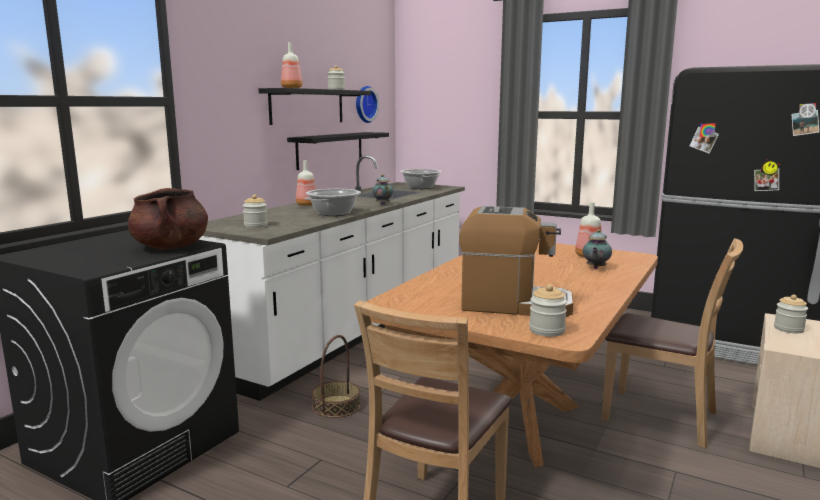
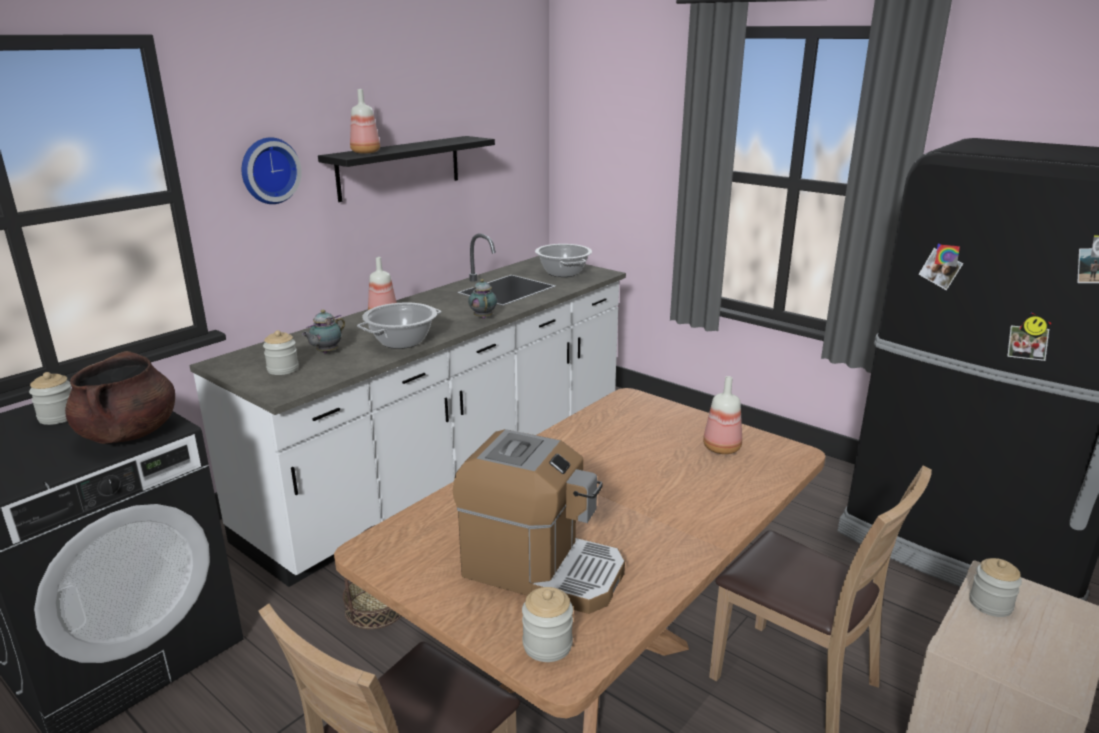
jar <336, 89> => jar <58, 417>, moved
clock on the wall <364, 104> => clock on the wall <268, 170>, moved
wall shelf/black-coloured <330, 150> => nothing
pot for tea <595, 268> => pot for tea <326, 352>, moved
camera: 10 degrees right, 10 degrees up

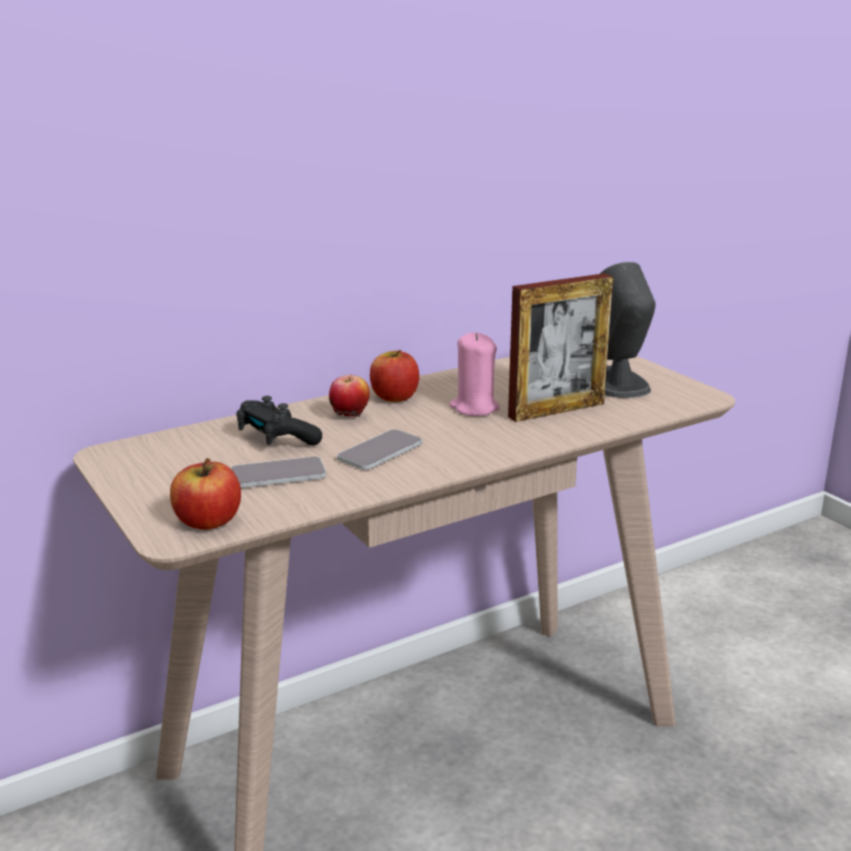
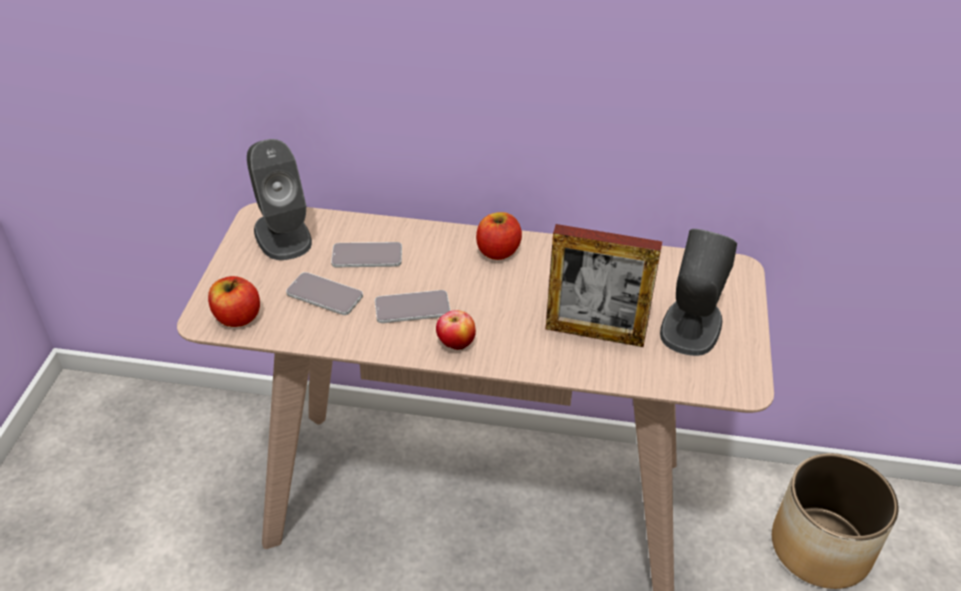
wax light/pink-coloured <474, 408> => nothing
apple <349, 416> => apple <456, 345>, moved
joypad/black-coloured <276, 439> => handset <367, 256>
nothing => loudspeaker/gray <282, 235>
nothing => plant pot <821, 547>
camera: 40 degrees right, 20 degrees up

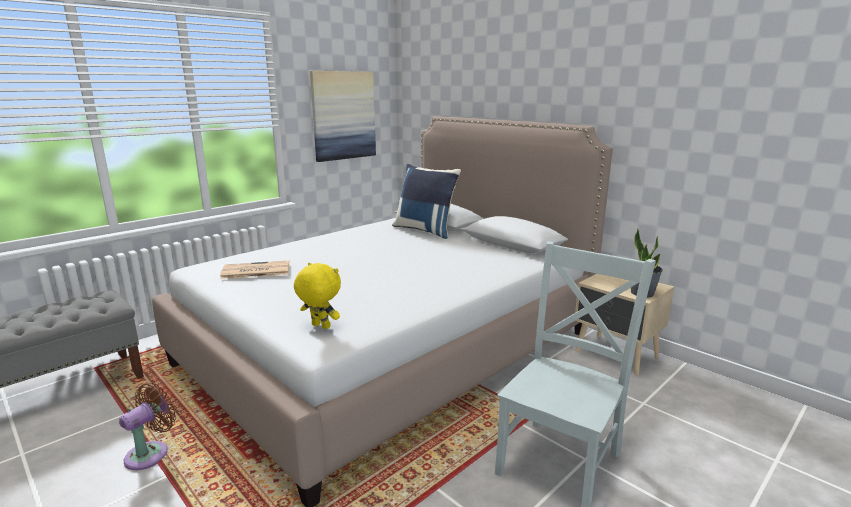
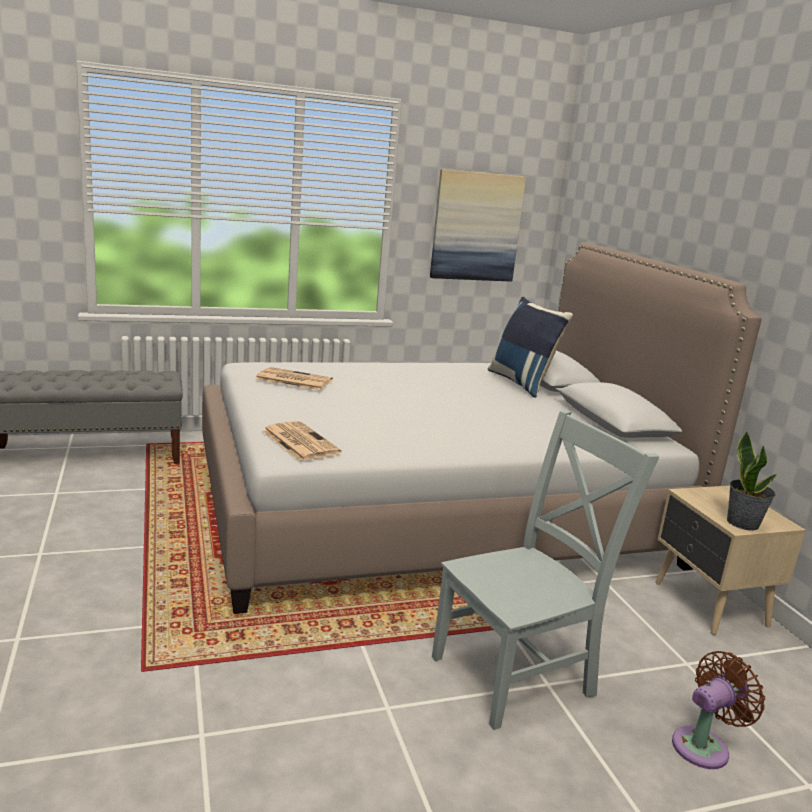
plush toy/yellowish <320, 327> => newspaper <299, 441>
fan/brown <151, 453> => fan/brown <704, 746>, moved
camera: 25 degrees right, 0 degrees up

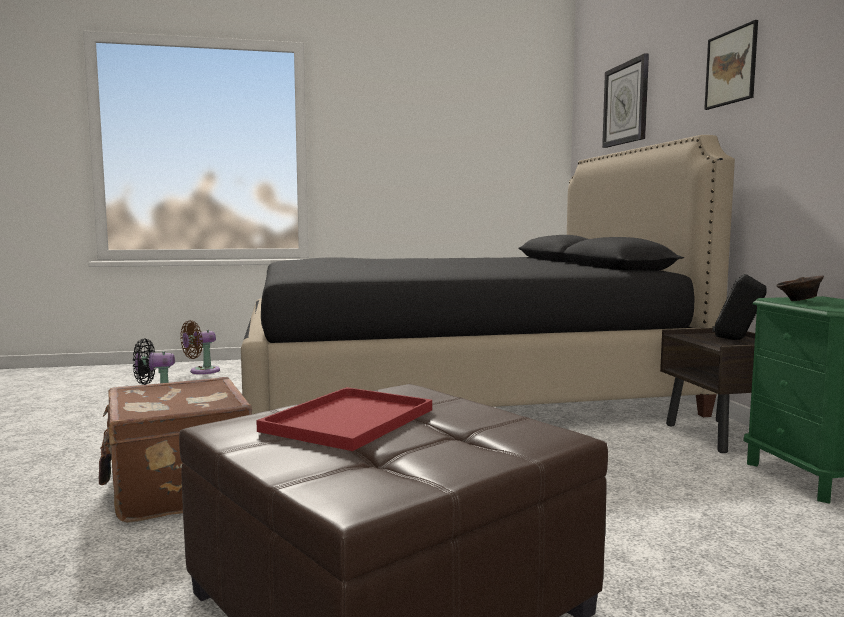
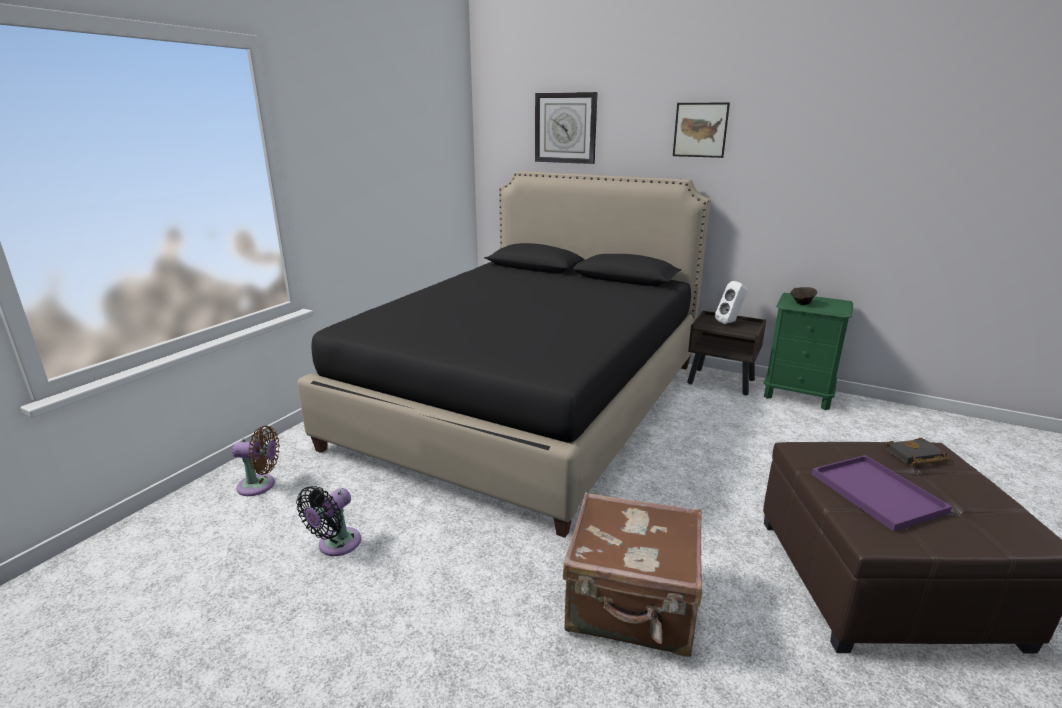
loudspeaker/black-coloured <737, 340> => loudspeaker/white <730, 322>
fan/brown <201, 371> => fan/brown <260, 485>, 90 degrees counterclockwise
serving tray/red <349, 419> => serving tray/purple <874, 492>
nothing => book/black-coloured <915, 456>
camera: 50 degrees left, 15 degrees up

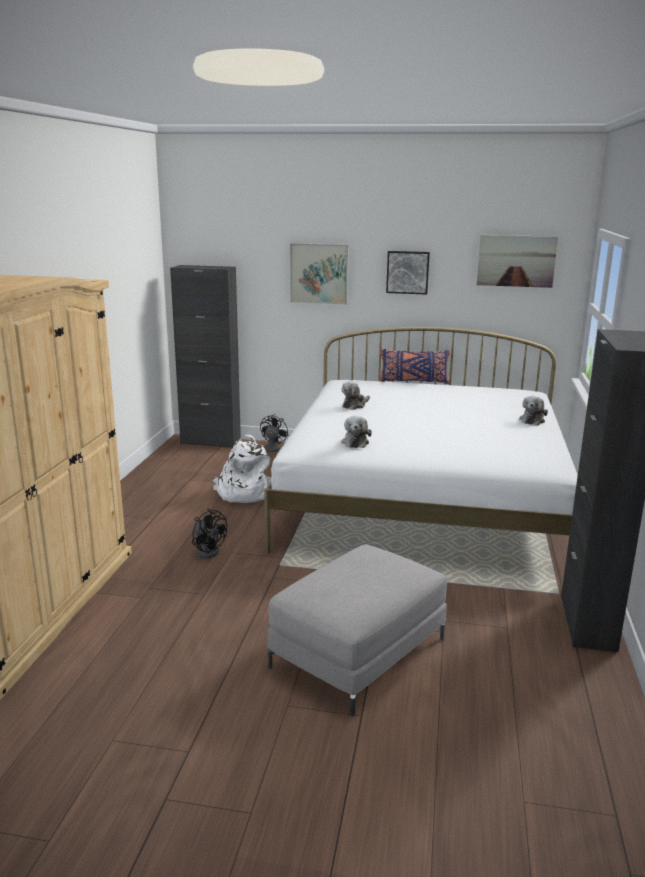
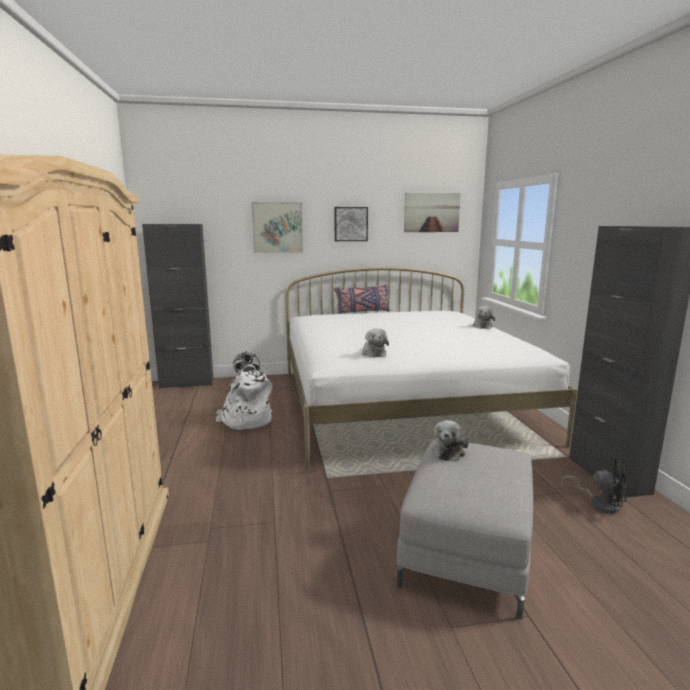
plush toy <355, 405> => plush toy <448, 451>, moved
fan/black-coloured <208, 551> => fan/black-coloured <600, 503>, moved
camera: 20 degrees left, 5 degrees down

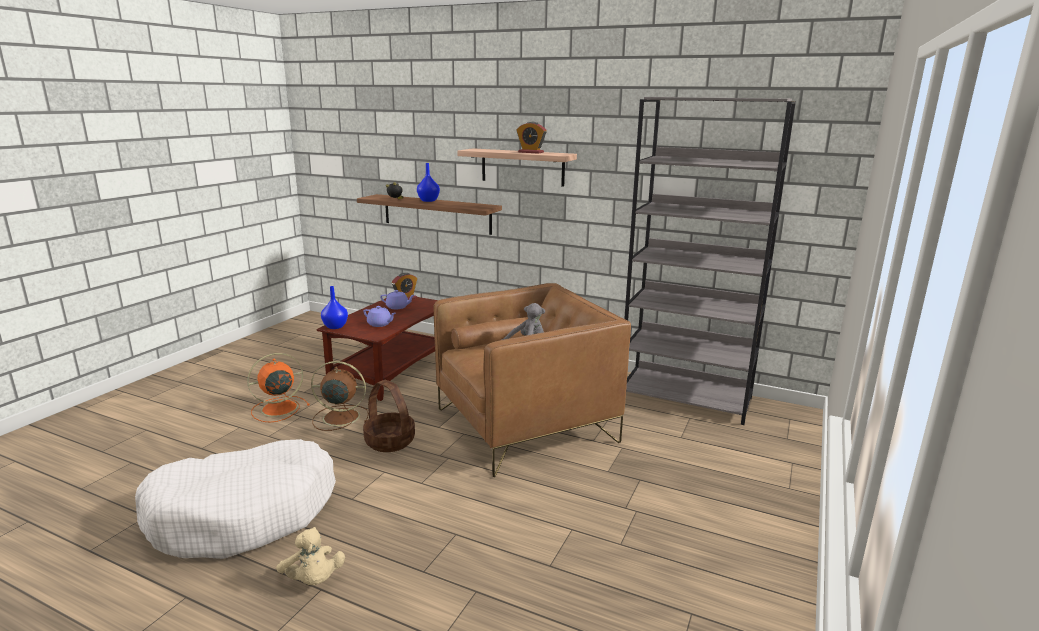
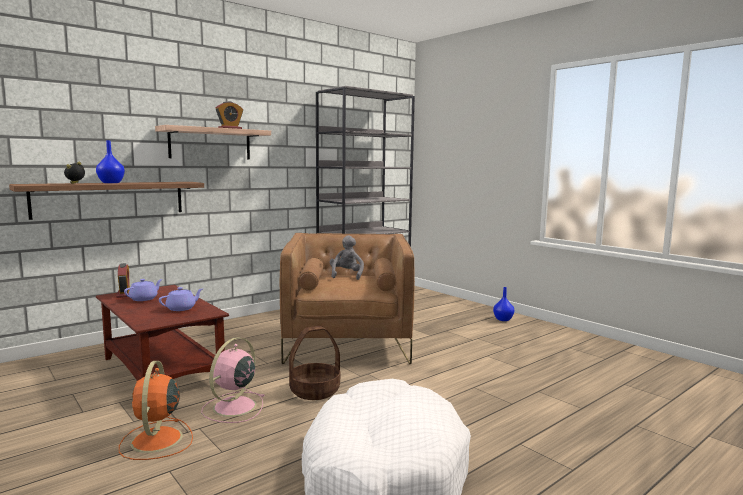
decorative vase/blue-coloured <335, 327> => decorative vase/blue-coloured <503, 319>, moved
fan/brown <339, 417> => fan/pink-coloured <233, 407>
plush toy/beige-coloured <313, 580> => nothing
camera: 65 degrees left, 10 degrees down

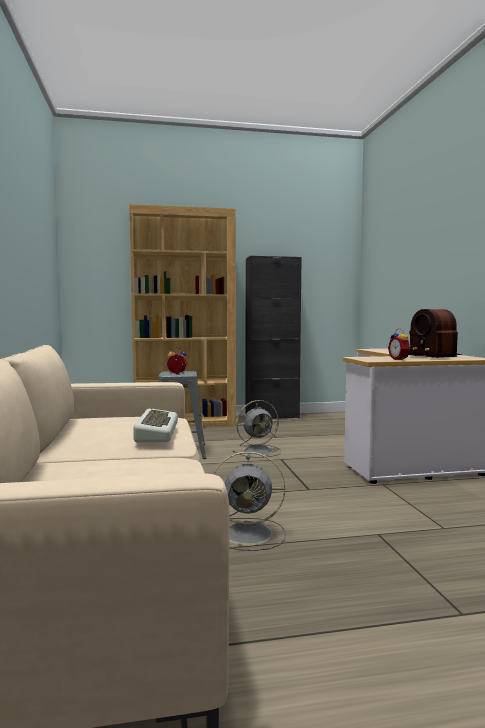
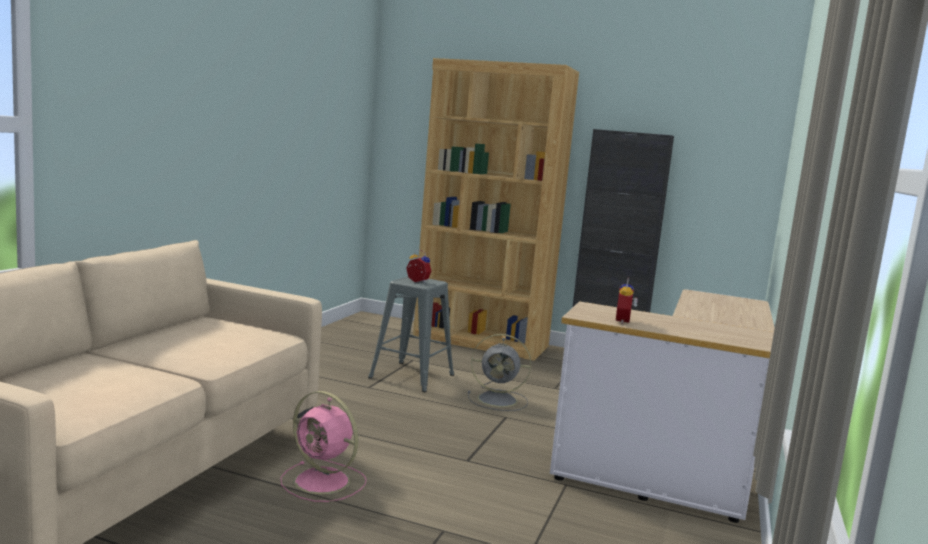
radio <434, 356> => nothing
computer keyboard <155, 432> => nothing
fan/gray <250, 534> => fan/pink-coloured <324, 482>
camera: 30 degrees right, 5 degrees up

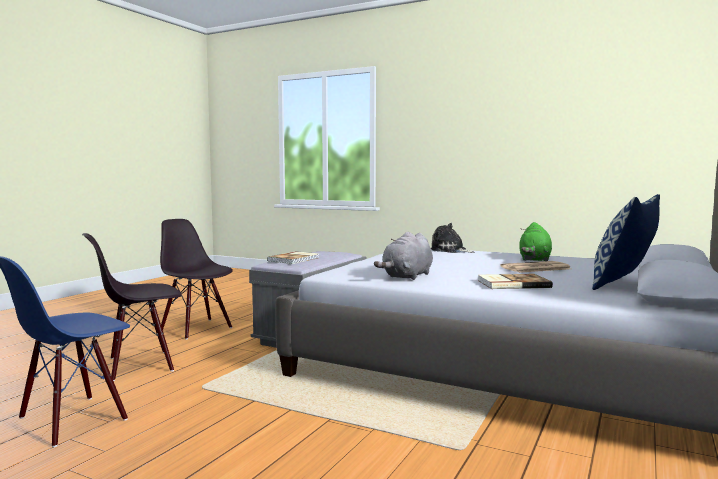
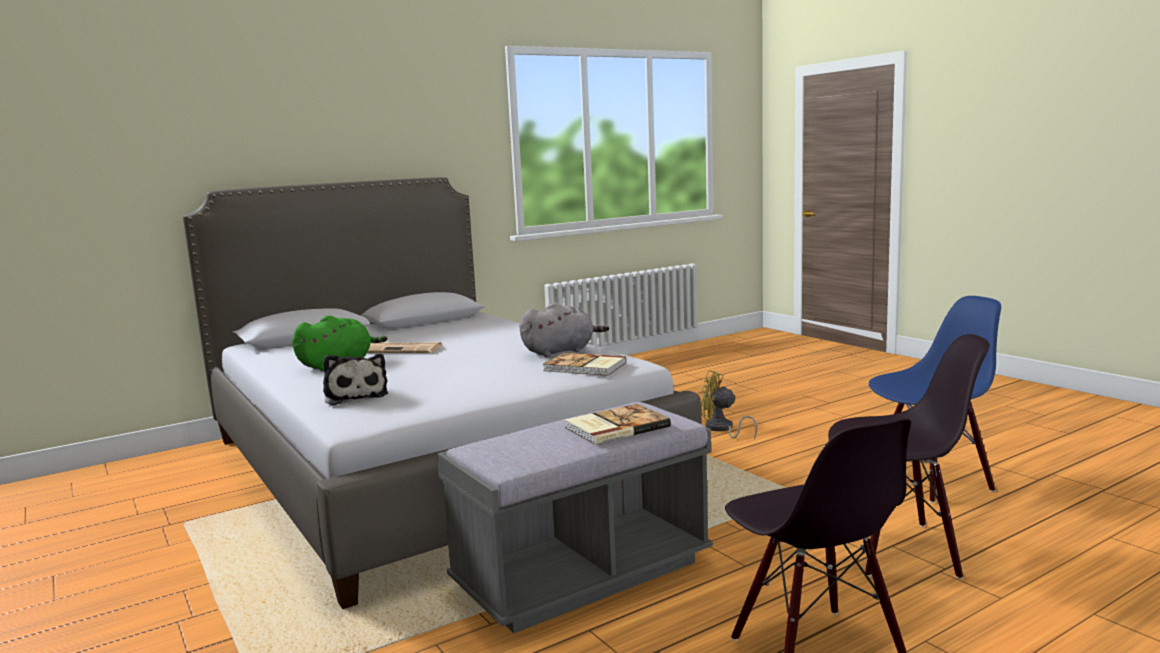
cushion <623, 284> => nothing
book <512, 284> => book <585, 367>, moved
nothing => fan/yellowish <722, 429>
camera: 150 degrees left, 5 degrees up

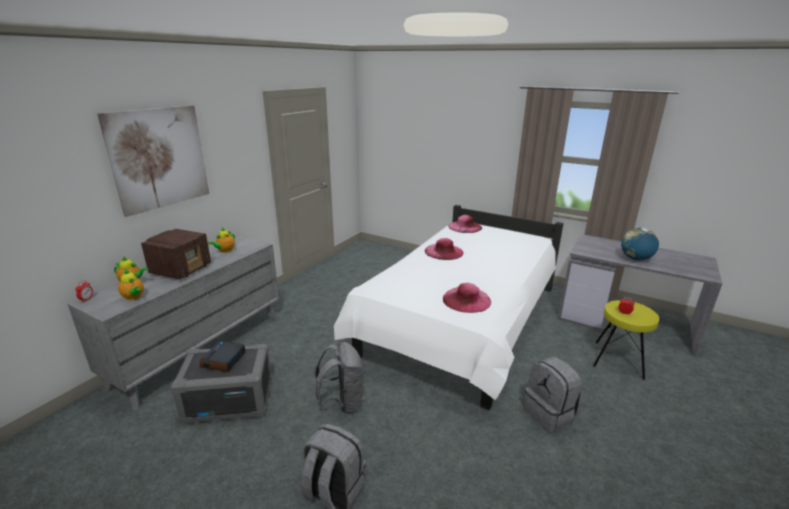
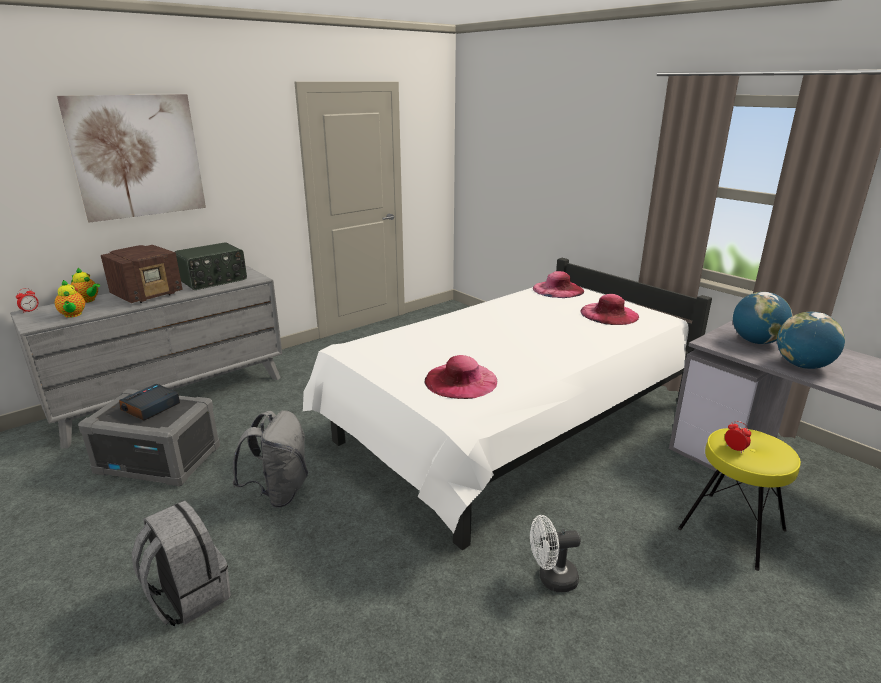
pot for tea <225, 250> => radio <213, 280>
wearable hat/pink-coloured <444, 251> => wearable hat/pink-coloured <609, 314>, moved
rucksack/gray <550, 414> => fan/white <551, 579>
nothing => world globe <756, 341>
camera: 20 degrees right, 0 degrees up

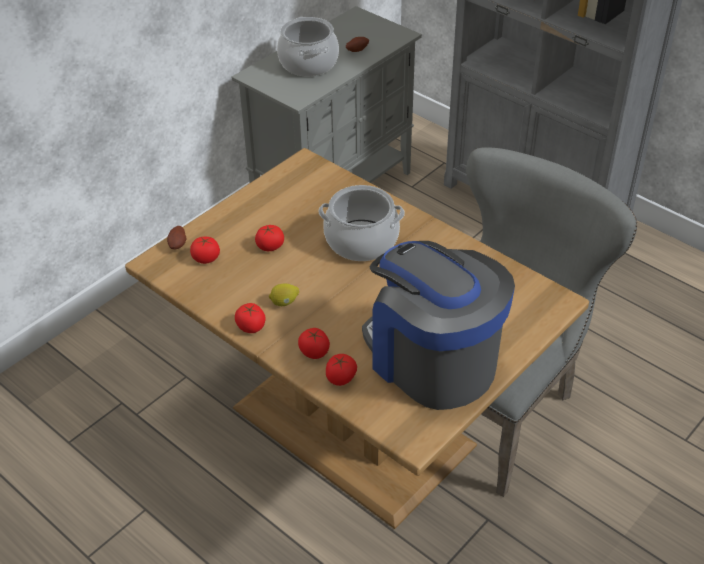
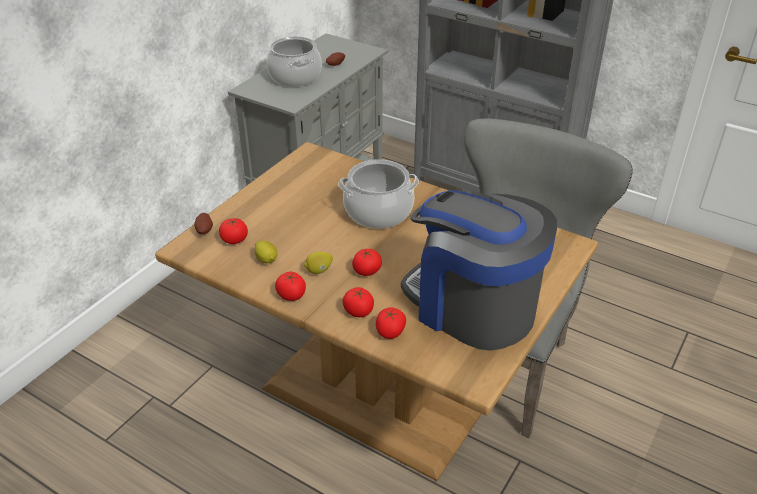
fresh tomato <270, 246> => fresh tomato <367, 271>, moved
nothing => whole lemon <266, 259>
camera: 10 degrees left, 5 degrees down

